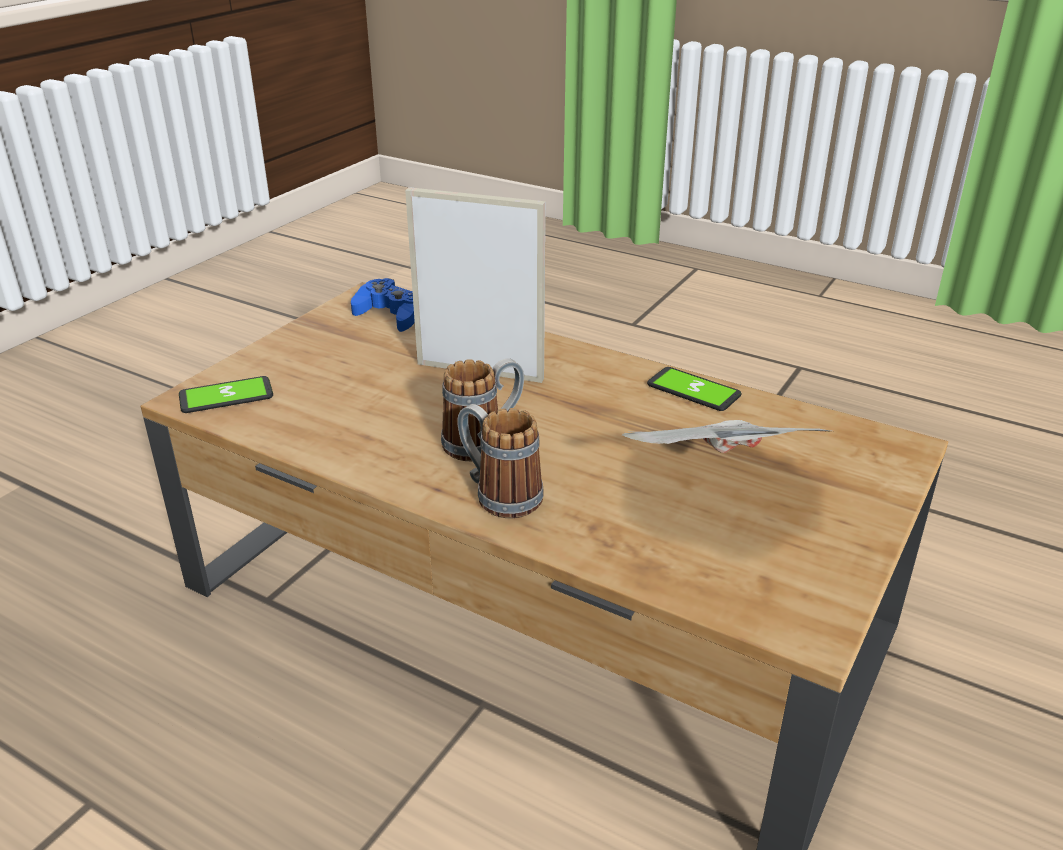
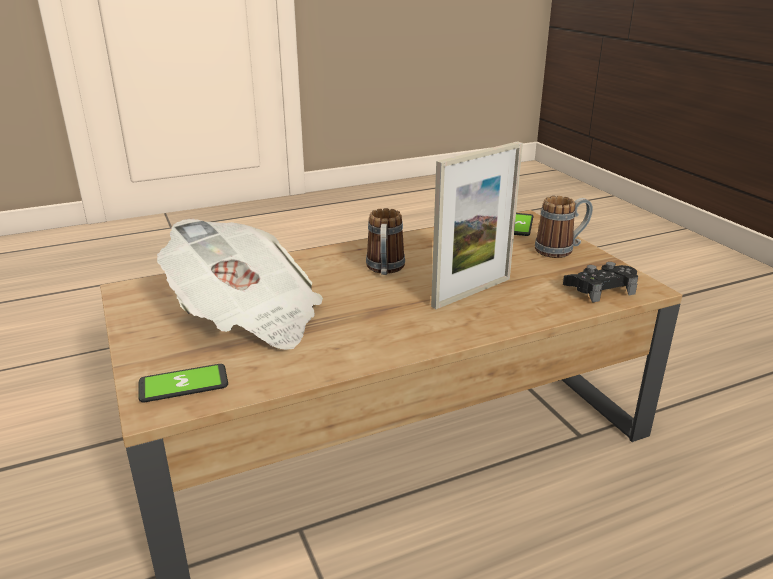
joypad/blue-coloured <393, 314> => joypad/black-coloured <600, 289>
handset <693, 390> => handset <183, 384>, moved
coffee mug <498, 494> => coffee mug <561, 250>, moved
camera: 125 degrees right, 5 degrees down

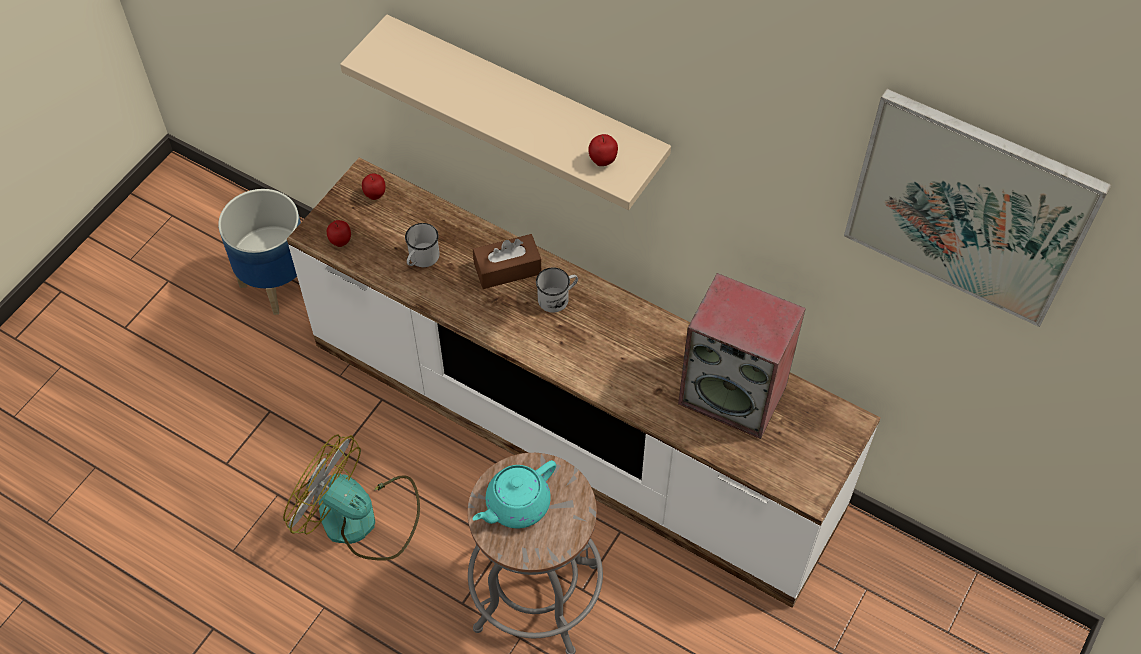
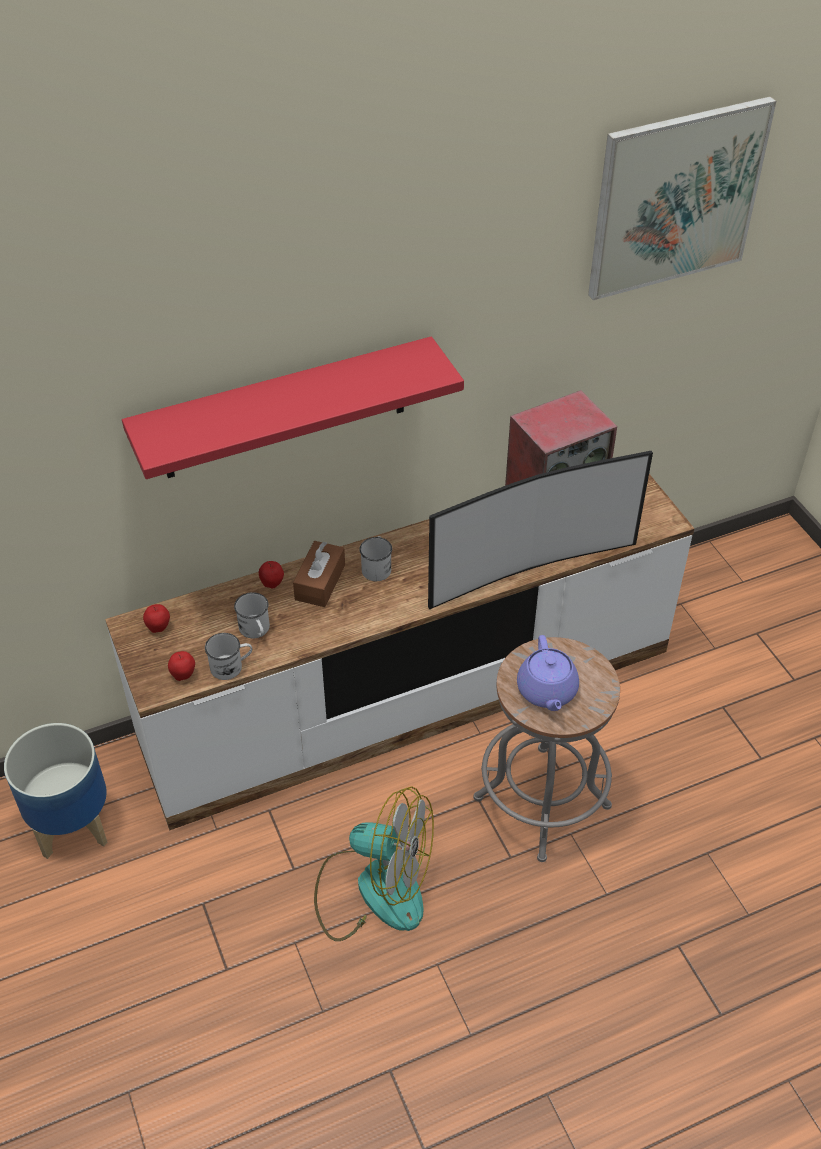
wall shelf/beige-coloured <525, 107> => wall shelf/red <285, 409>
apple <602, 162> => apple <272, 584>, moved
fan <361, 519> => fan <373, 888>, 135 degrees counterclockwise
pot for tea/turquoise-coloured <516, 505> => pot for tea/purple <547, 691>
nothing => TV set <530, 569>
nothing => coffee mug/white <231, 666>
camera: 55 degrees left, 10 degrees down

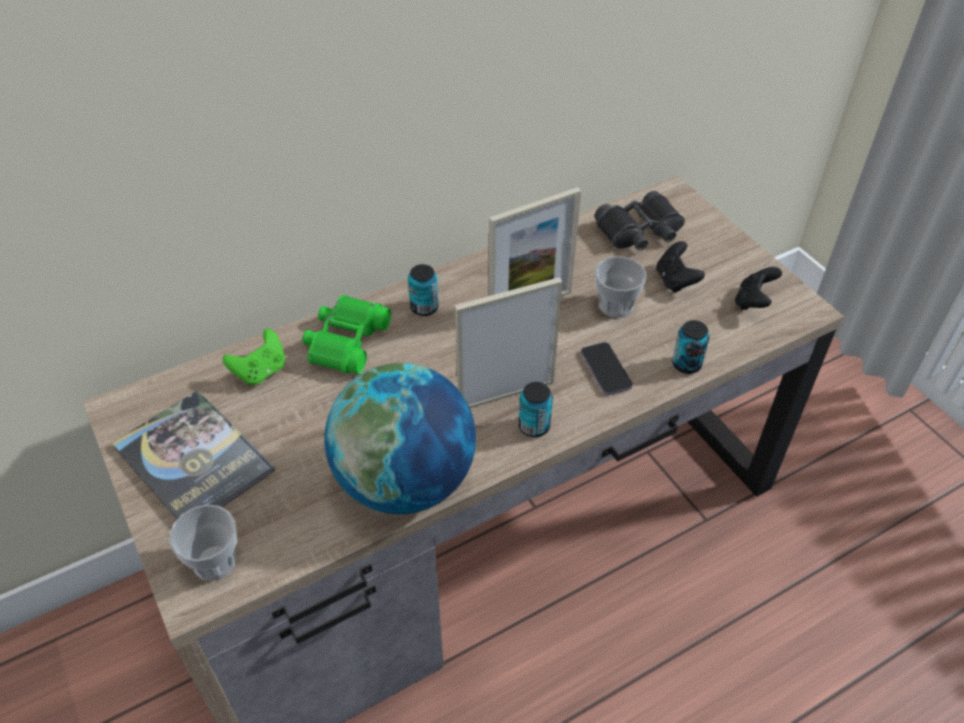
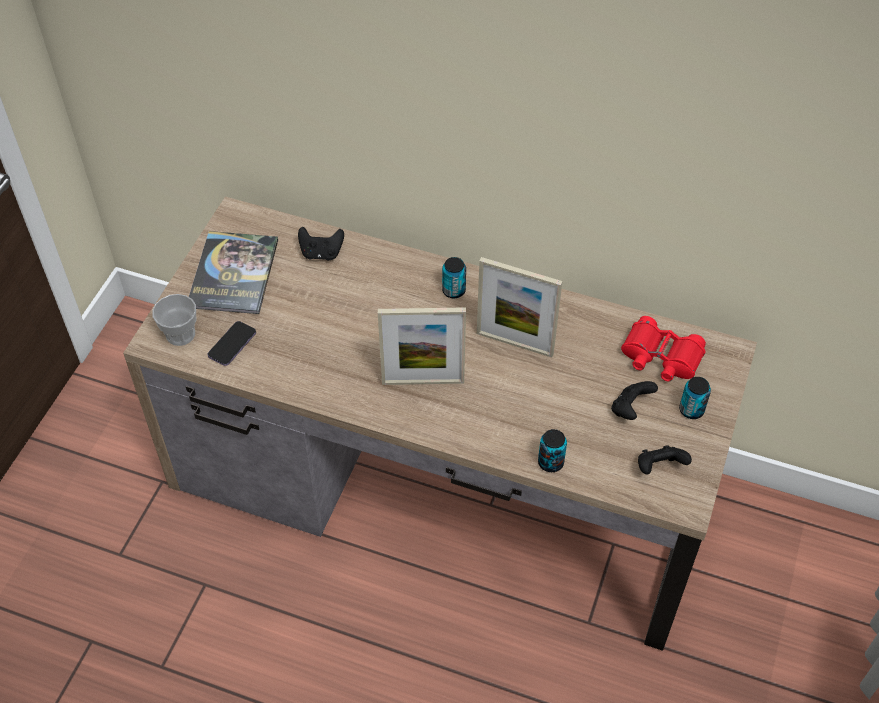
pair of binoculars/black-coloured <639, 232> => pair of binoculars/red <661, 357>
drinking cup <615, 306> => nothing
photo frame <506, 394> => photo frame <423, 382>, 150 degrees clockwise
pair of binoculars/green-coloured <345, 341> => nothing
joypad/green-coloured <261, 371> => joypad/black-coloured <321, 253>
handset <605, 370> => handset <232, 344>, moved
world globe <405, 481> => nothing
can <534, 426> => can <691, 410>, moved
camera: 50 degrees right, 5 degrees up

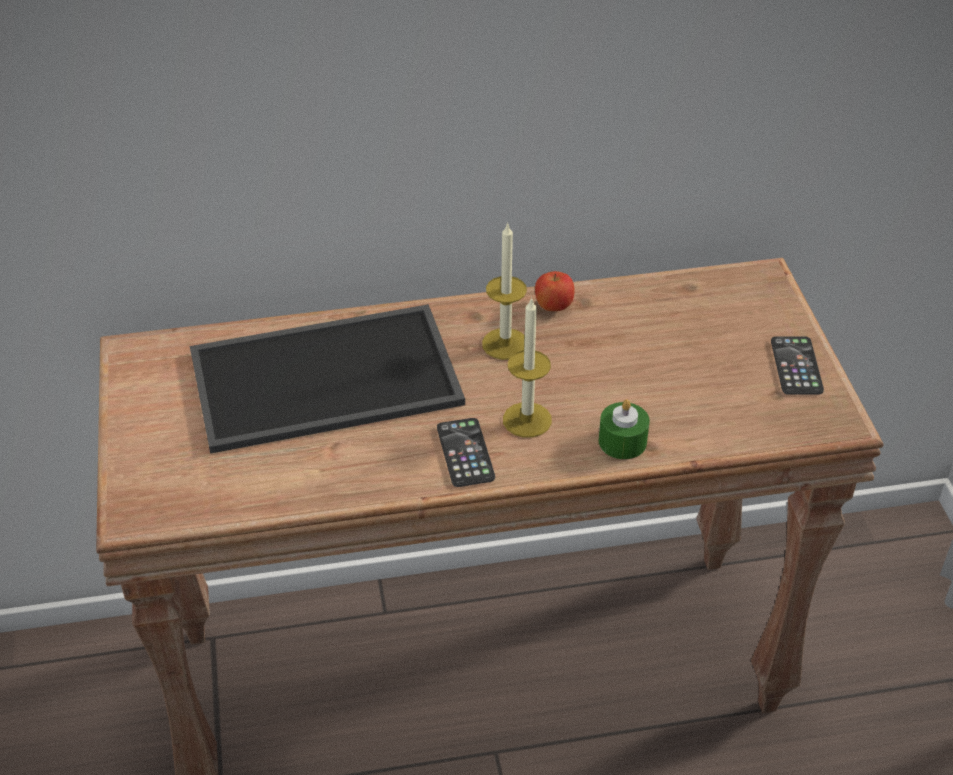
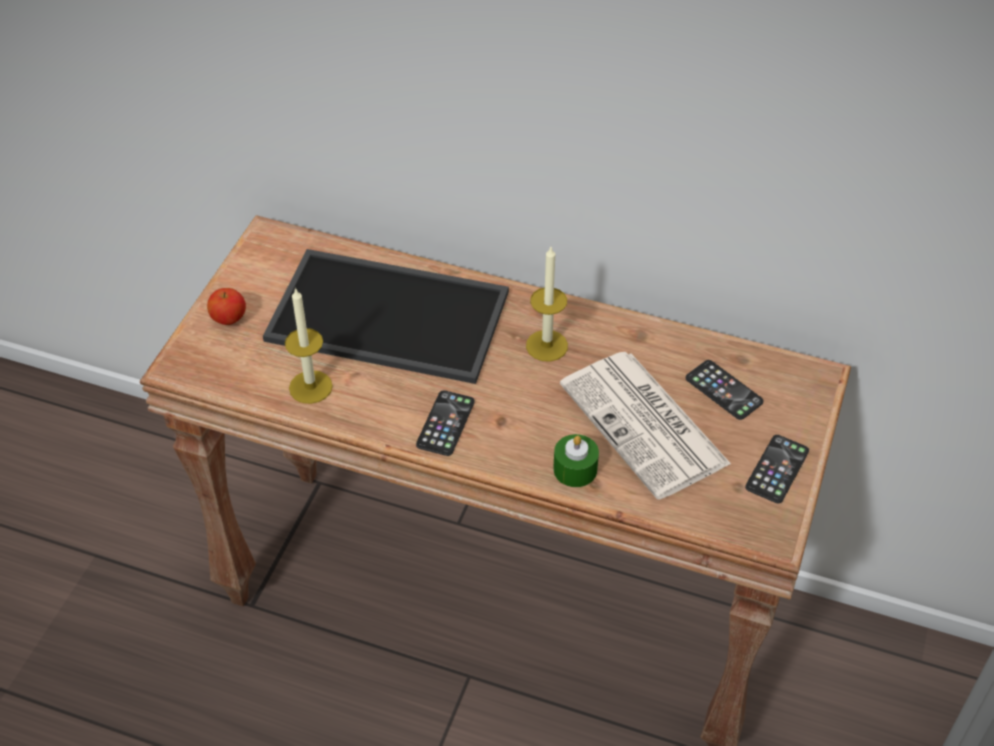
apple <553, 307> => apple <229, 319>, moved
wax light <527, 420> => wax light <310, 387>, moved
nothing => newspaper <646, 425>
nothing => handset <723, 390>
camera: 30 degrees right, 5 degrees up

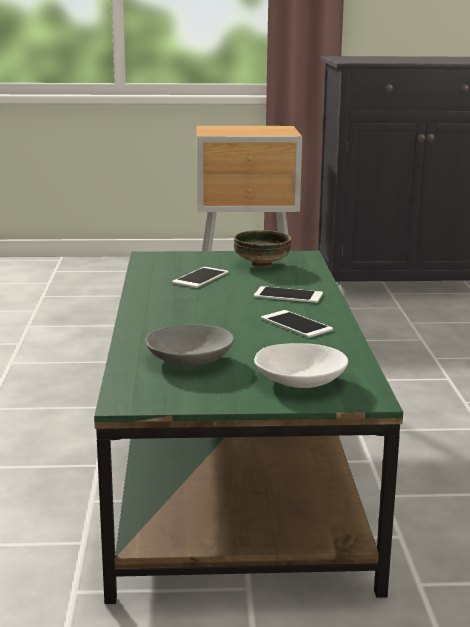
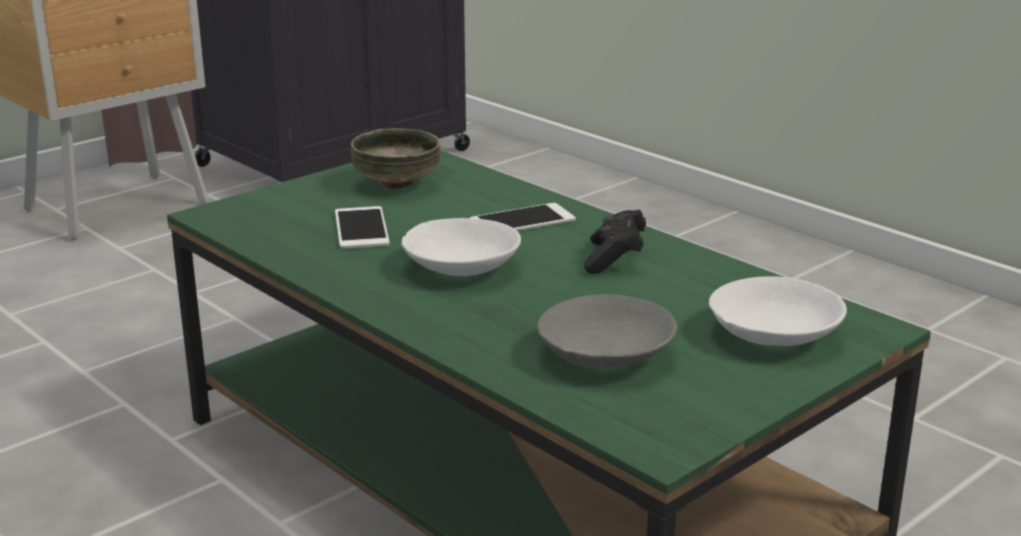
handset <296, 324> => joypad/black-coloured <614, 259>
nothing => serving bowl/white <460, 266>
camera: 40 degrees left, 5 degrees up

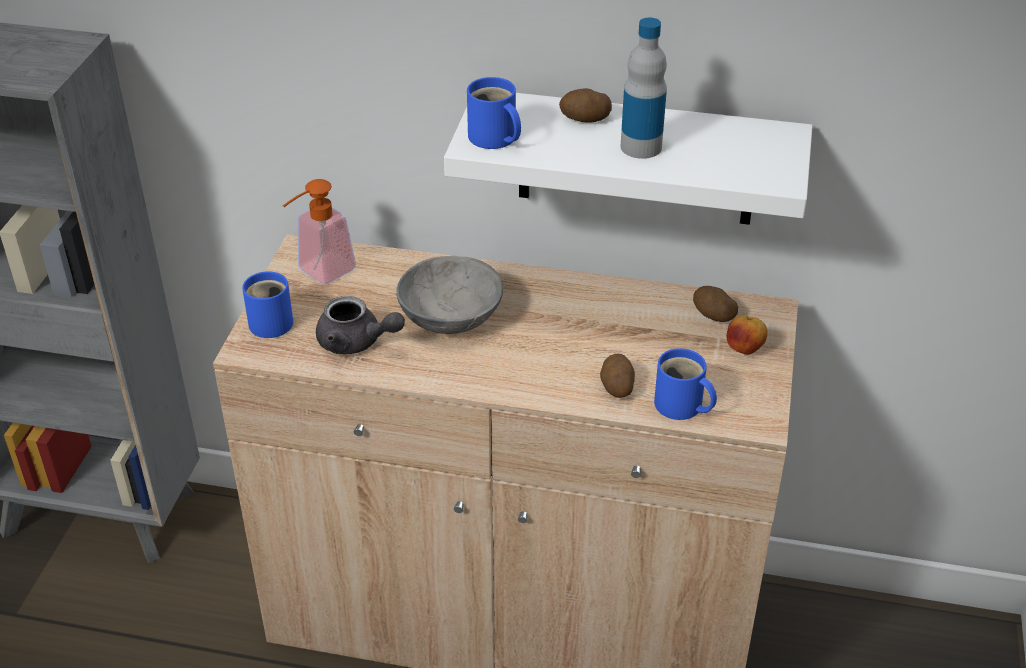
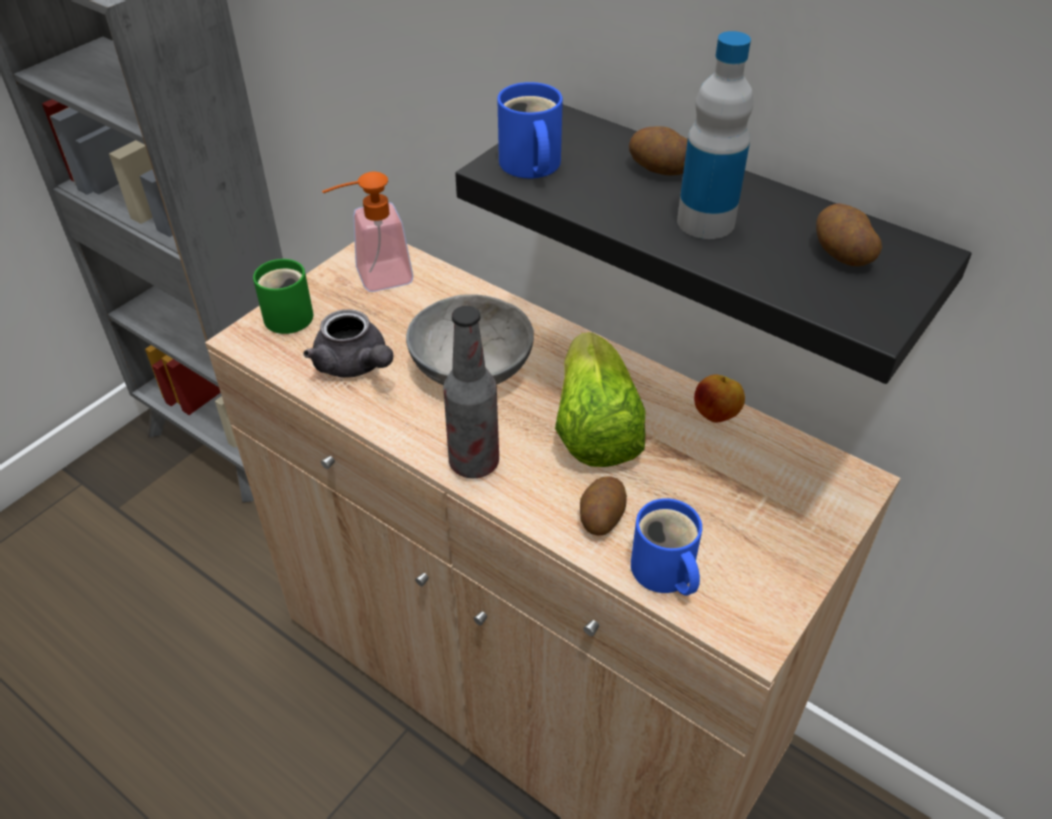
wall shelf/white <636, 158> => wall shelf/black-coloured <732, 239>
coffee mug/blue-coloured <271, 320> => coffee mug/green-coloured <291, 314>
potato <712, 315> => potato <840, 253>, moved
apple <744, 349> => apple <716, 415>, moved
nothing => beverage bottle <474, 463>
nothing => head of lettuce <594, 429>
camera: 25 degrees right, 5 degrees up

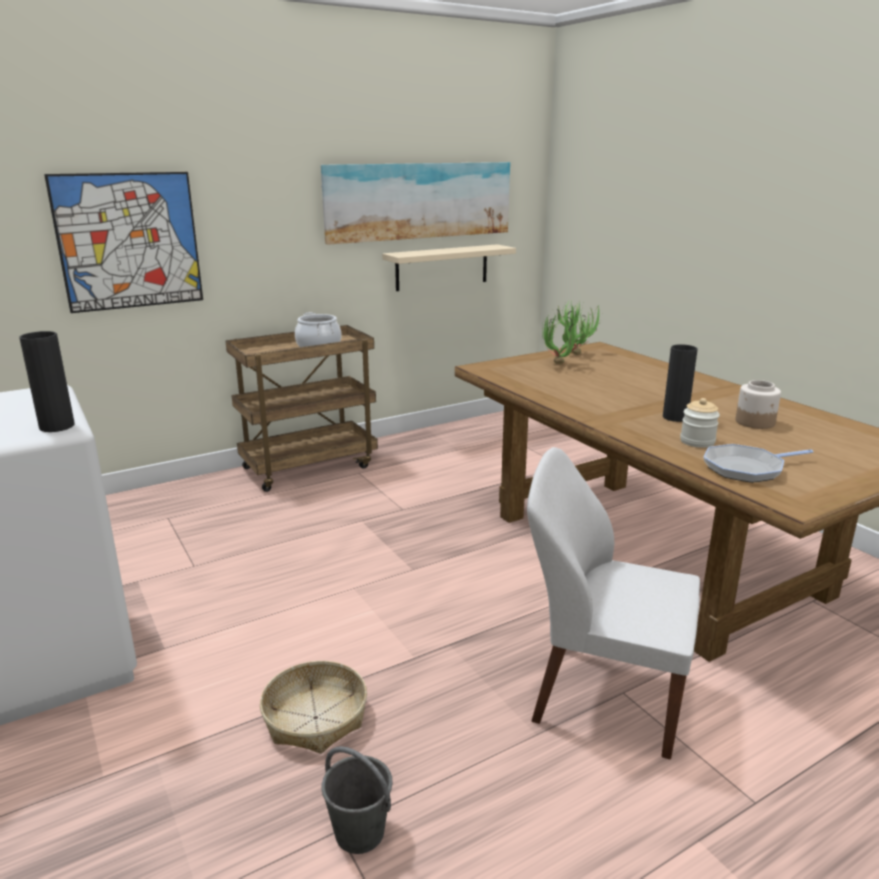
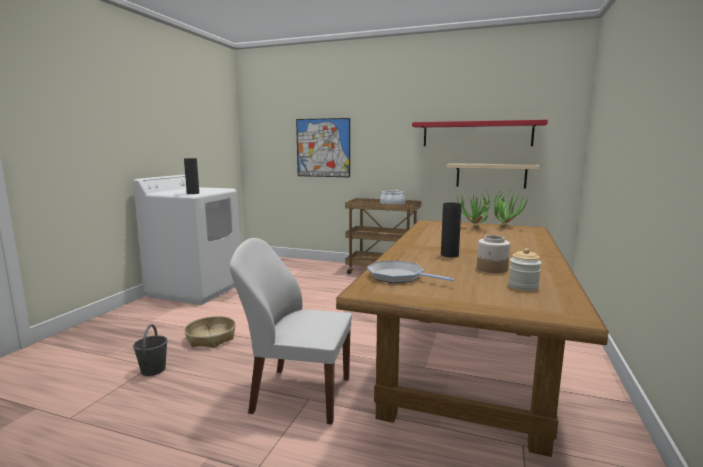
picture <419, 200> => wall shelf/red <476, 134>
jar <697, 441> => jar <523, 286>, moved
upright chair/white <603, 696> => upright chair/white <299, 394>, 60 degrees counterclockwise
camera: 50 degrees right, 10 degrees down

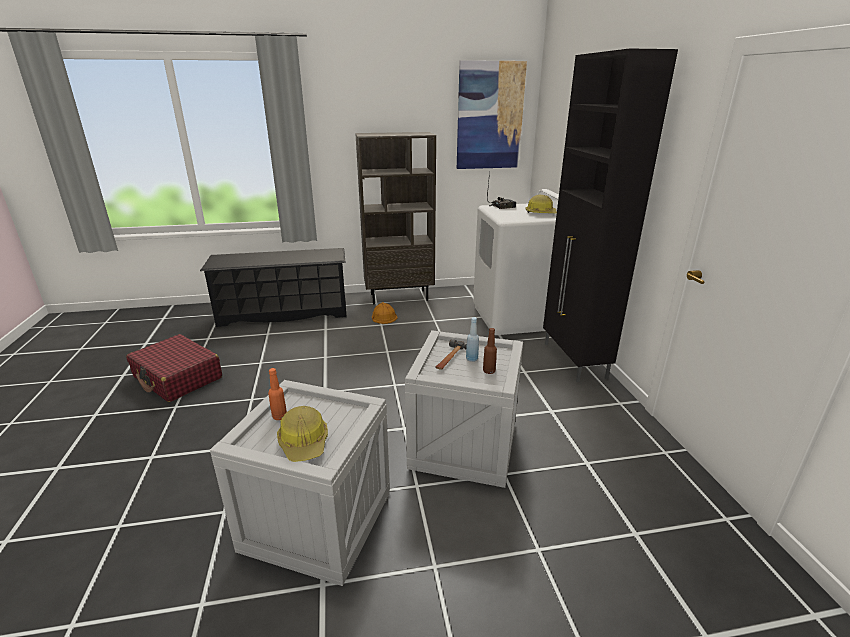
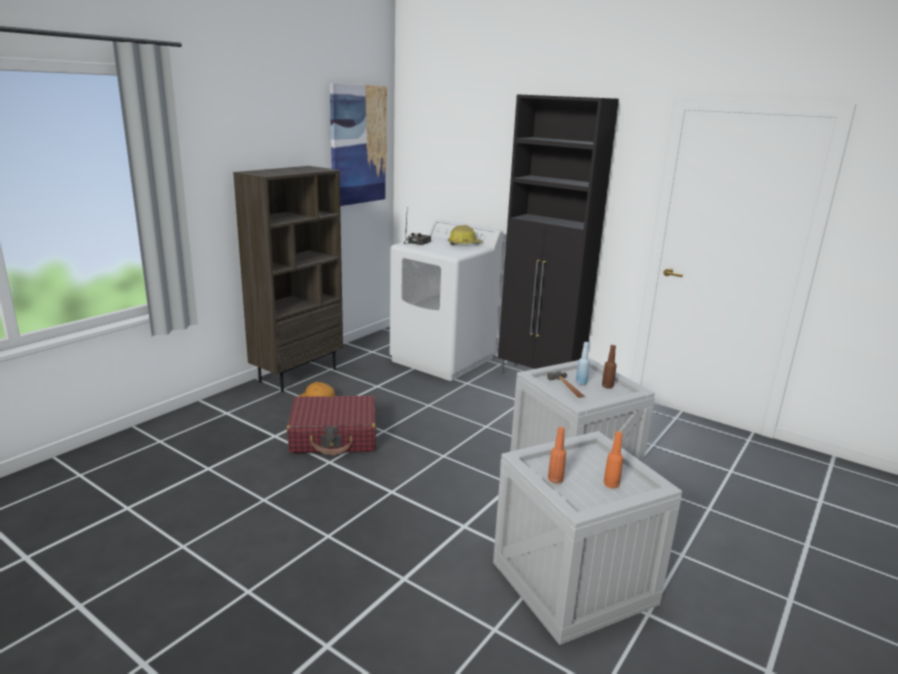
shoe shelf/black-coloured <284, 313> => nothing
suitcase/red <178, 377> => suitcase/red <334, 437>, moved
work helmet <304, 442> => beverage bottle/orange <611, 484>
camera: 45 degrees left, 5 degrees down

